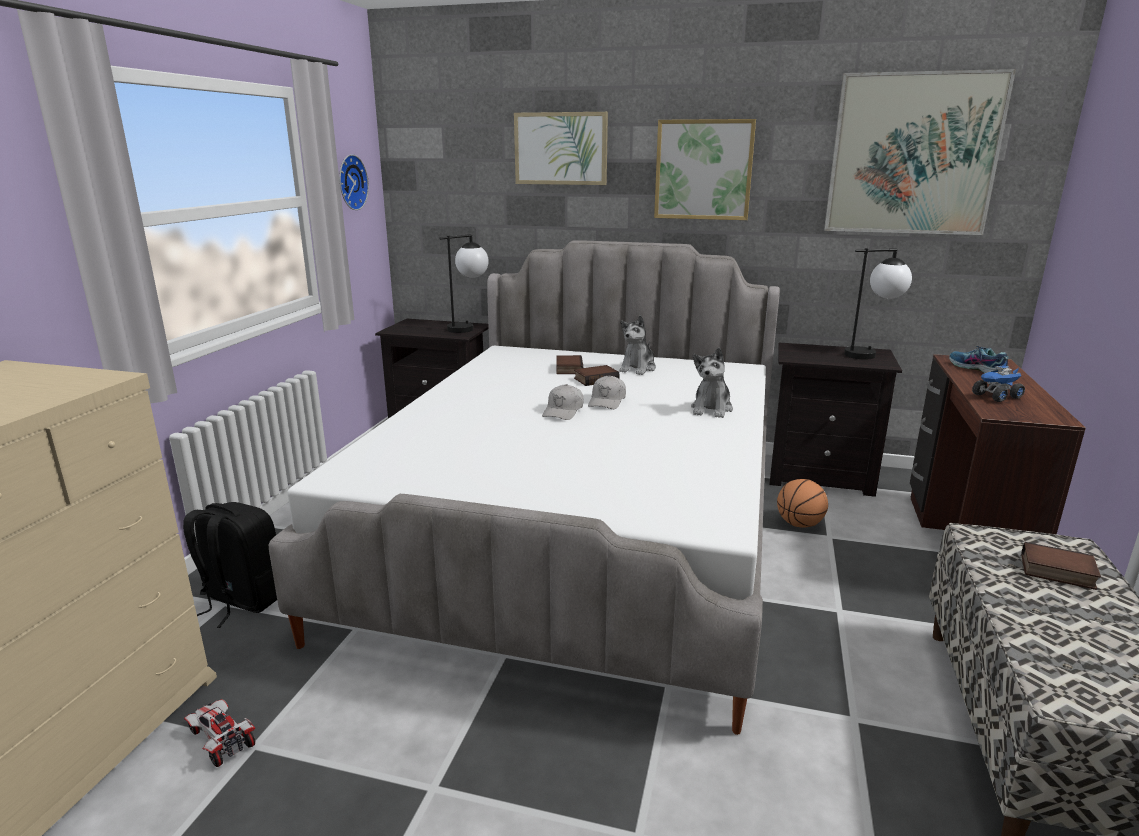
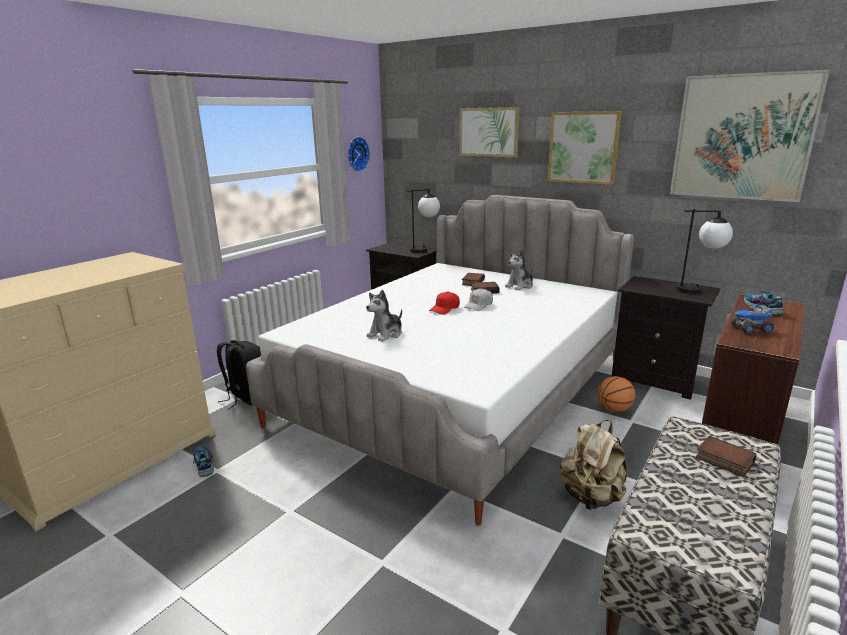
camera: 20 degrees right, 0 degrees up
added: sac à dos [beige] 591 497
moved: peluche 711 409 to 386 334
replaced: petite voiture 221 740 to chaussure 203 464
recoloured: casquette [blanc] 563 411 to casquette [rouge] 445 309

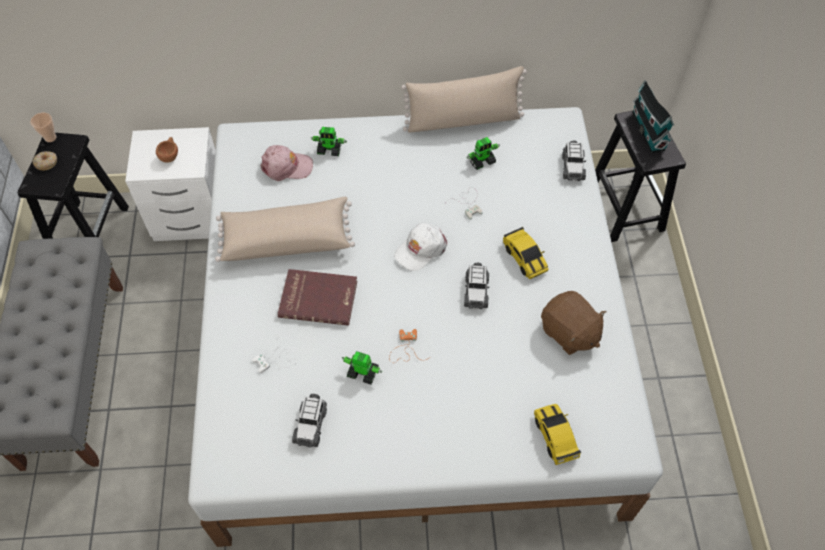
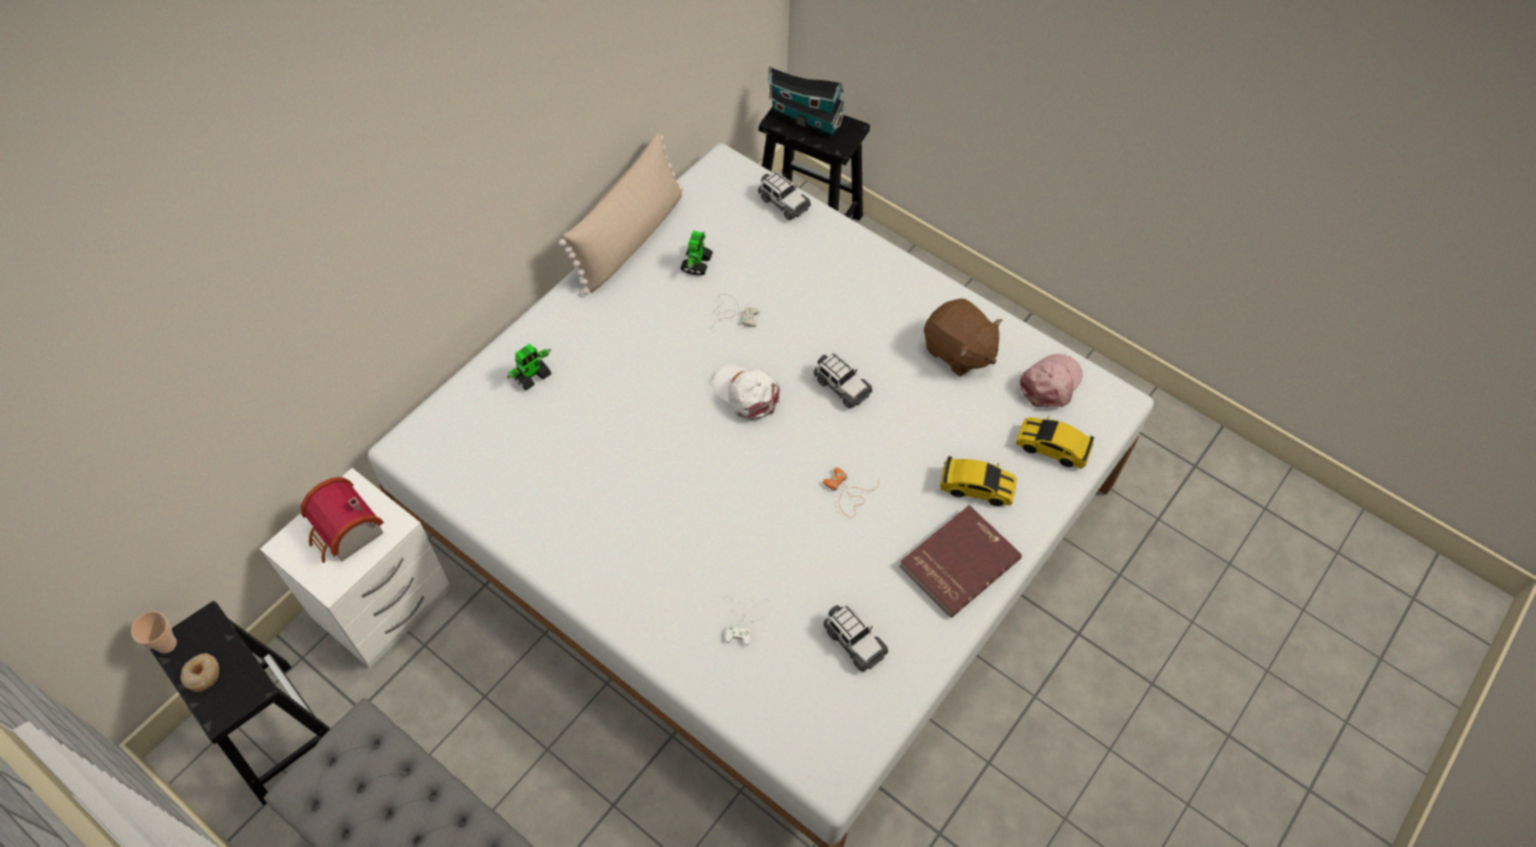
camera: 50 degrees left, 0 degrees up
removed: coussin [beige] 287 239; robot jouet 362 372
moved: casquette [rose] 286 167 to 1050 383; livre [rouge] 318 298 to 958 561; petite voiture 524 258 to 976 487
replaced: tasse [marron] 170 155 to maison miniature 347 534
turned: casquette [blanc] 420 249 = 746 393 135 degrees clockwise; peluche [marron] 569 332 = 958 351 45 degrees clockwise

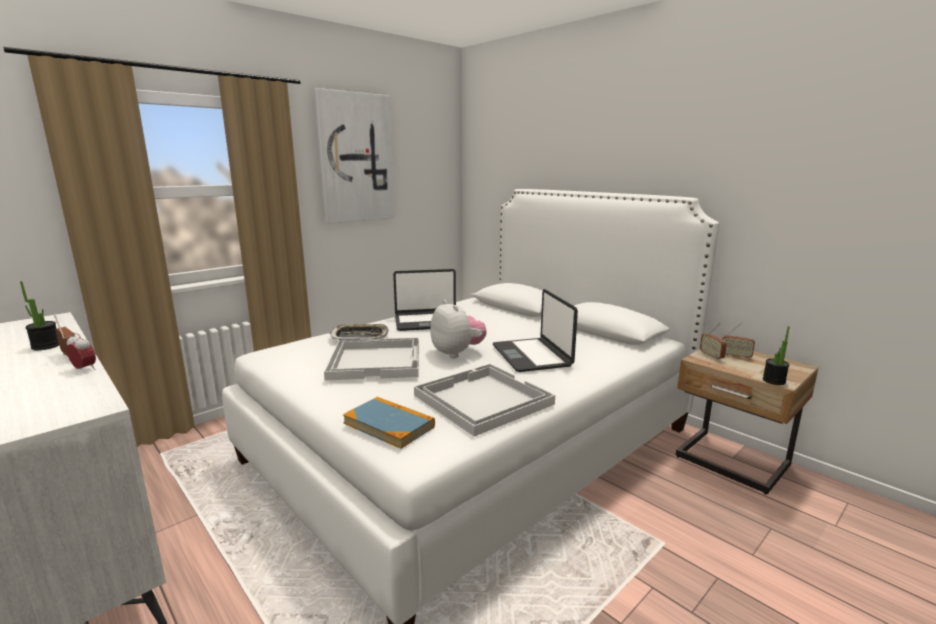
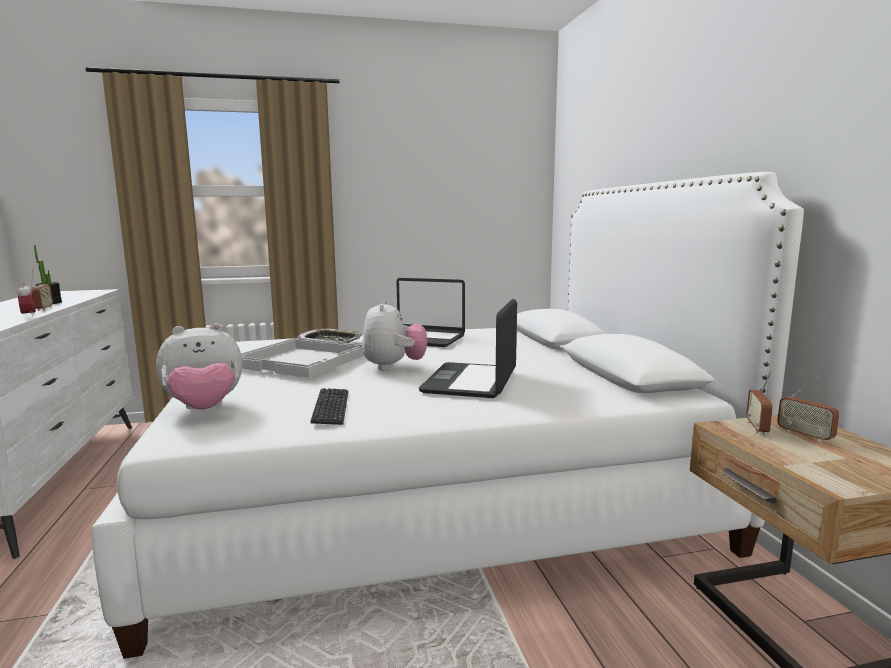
camera: 30 degrees right, 5 degrees down
removed: tableau 356 158; plante en pot 774 381
replaced: livre 389 425 to peluche 204 409; plateau [blanc] 481 399 to clavier 331 408

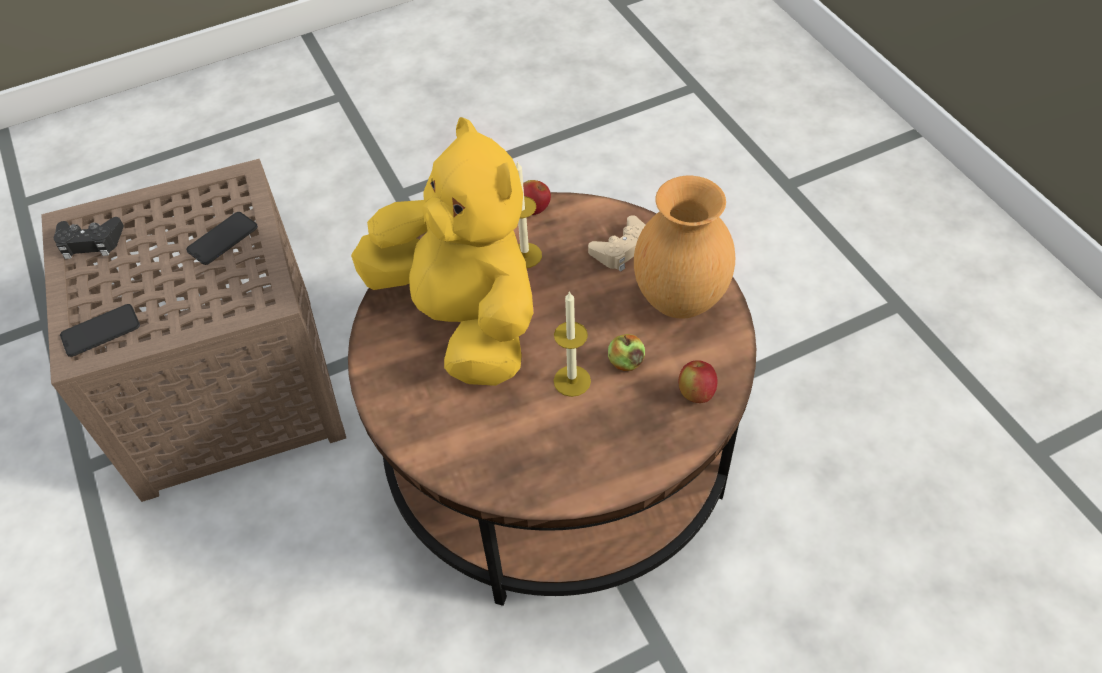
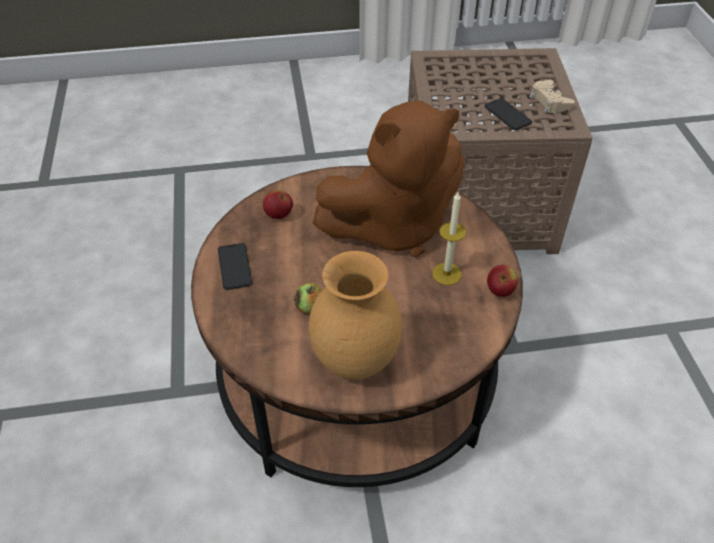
camera: 105 degrees right, 5 degrees down
removed: manette [noir] 90 242; bougie 572 381
moved: téléphone 100 331 to 234 266; manette [beige] 623 249 to 549 101; pomme 696 393 to 279 215
recoloured: peluche [jaune] 463 320 to peluche [marron] 393 226

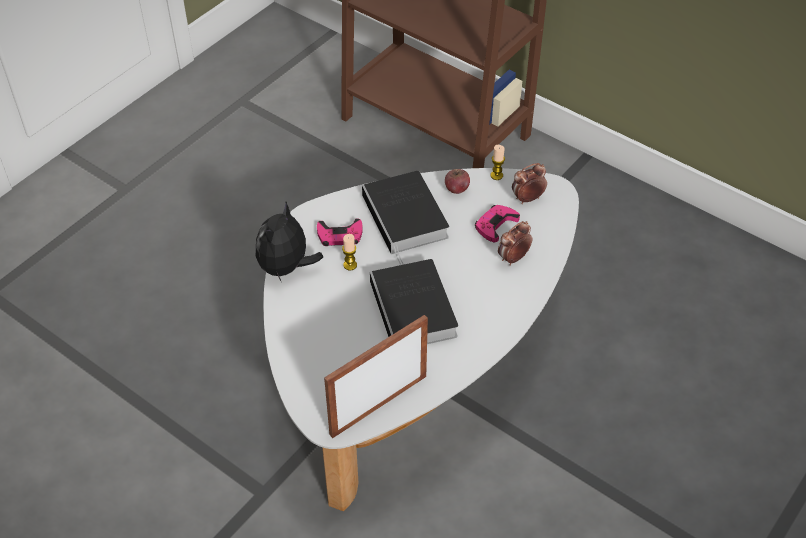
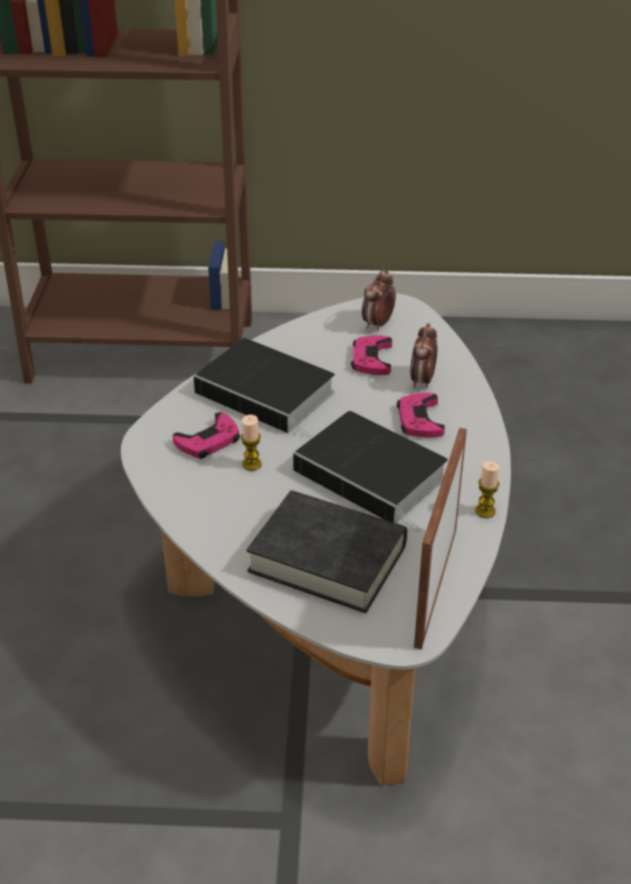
camera: 35 degrees left, 10 degrees down
removed: peluche 286 268; pomme 456 189
added: livre [noir] 327 559; manette [rose] 419 420
moved: bougie 496 175 to 485 511

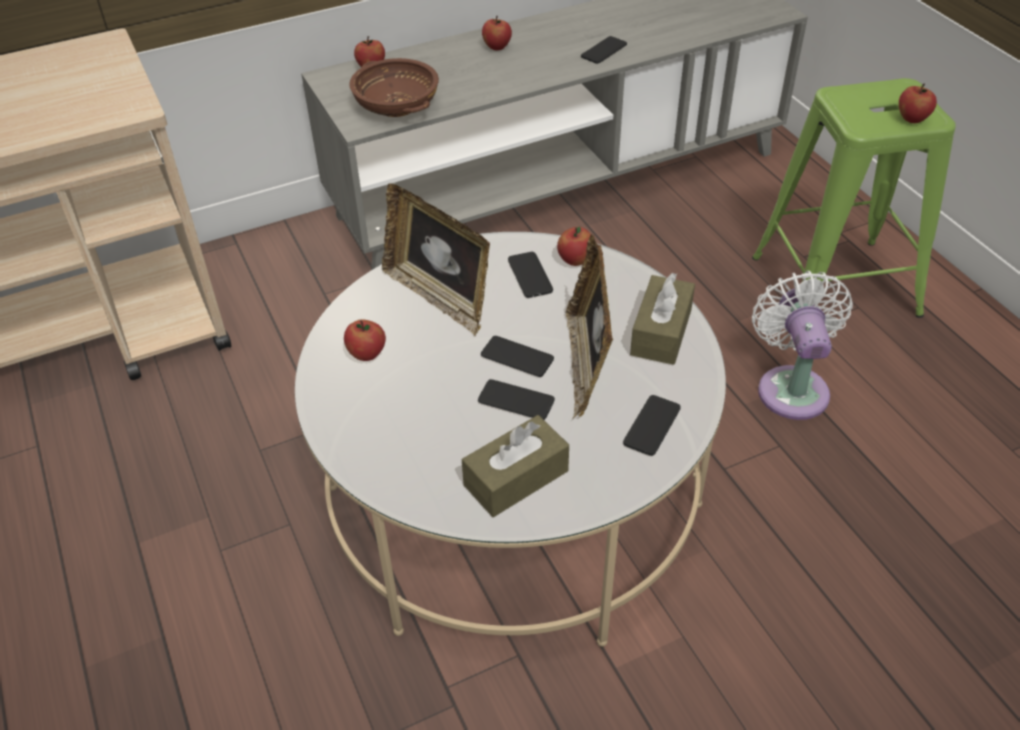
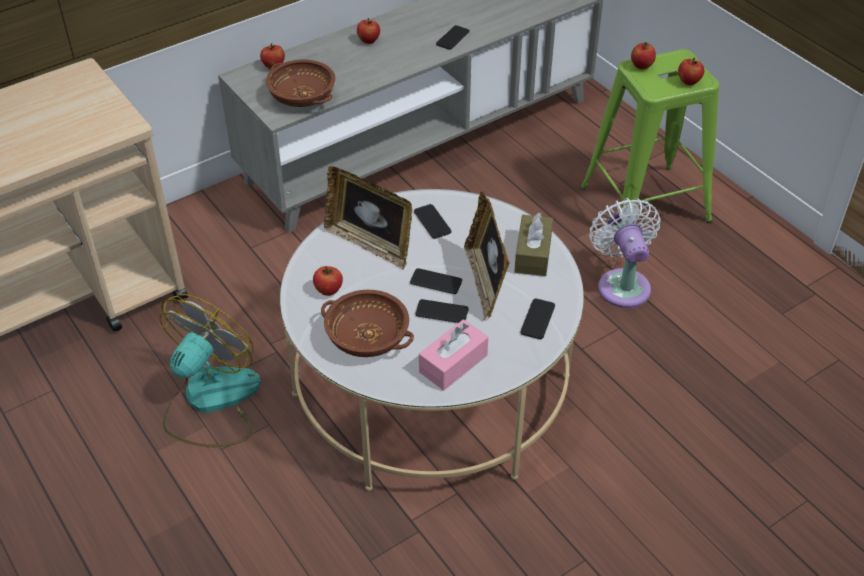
camera: 10 degrees left, 0 degrees up
added: ventilateur 210 402; bol [marron] 366 338
moved: pomme 575 260 to 641 66
recoloured: boîte à mouchoirs [marron] 516 478 to boîte à mouchoirs [rose] 453 363

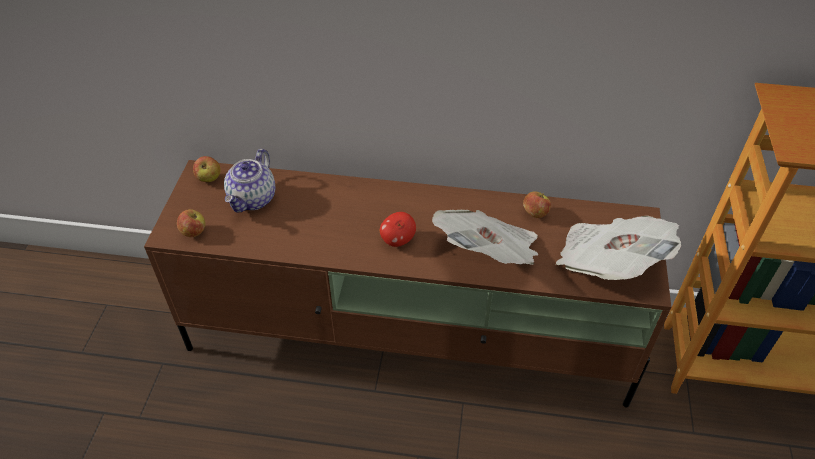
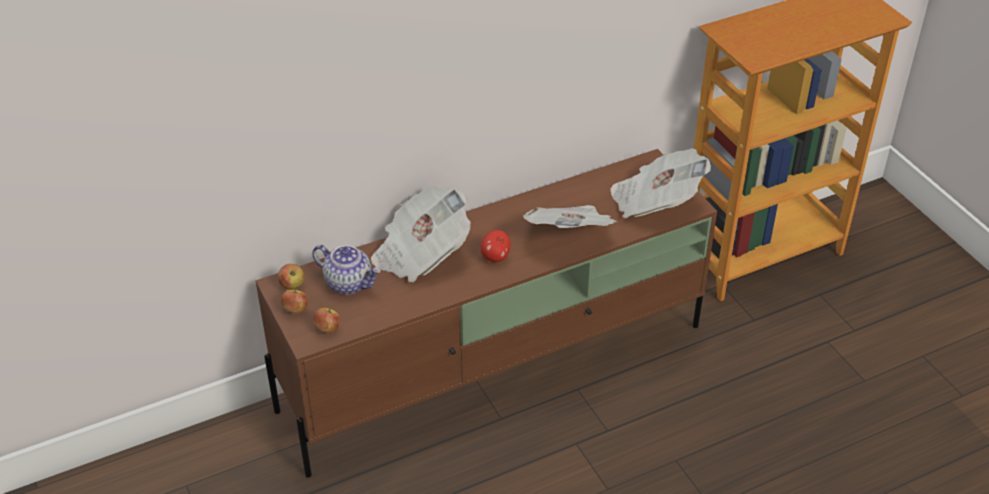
camera: 35 degrees left, 5 degrees down
added: journal 420 253
moved: pomme 535 213 to 295 310
turned: théière 253 199 = 349 283 45 degrees counterclockwise

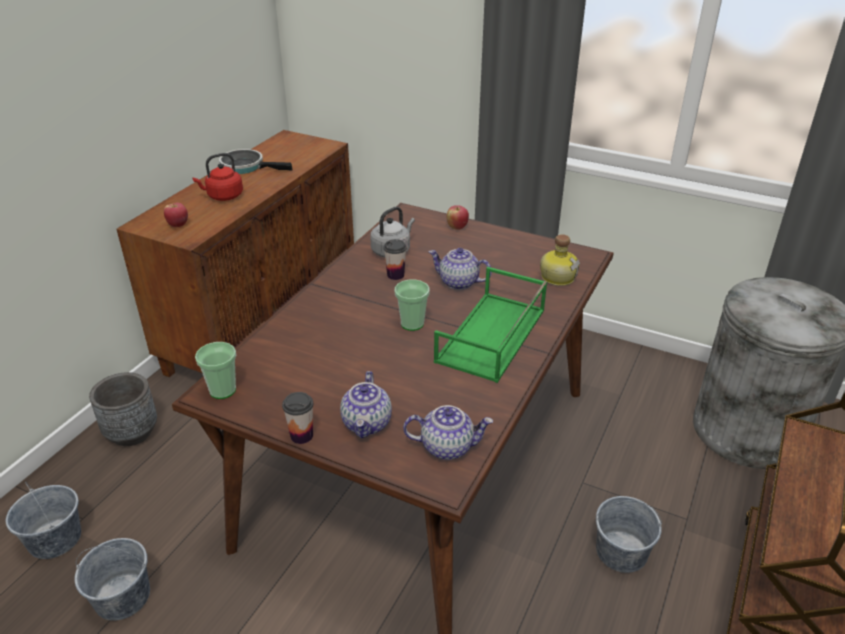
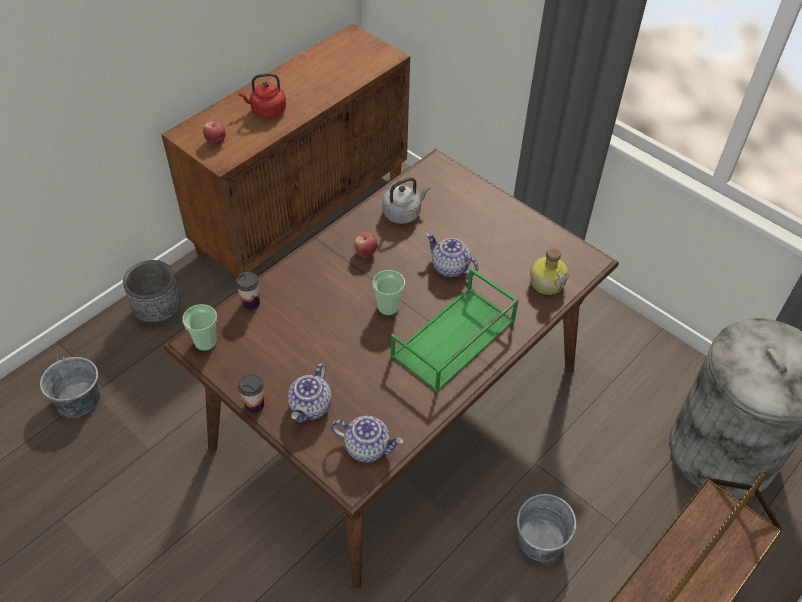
camera: 15 degrees right, 15 degrees up
removed: seau [gris] 123 597; poêle 246 167
moved: tasse 395 275 to 251 303; pomme 457 227 to 365 253

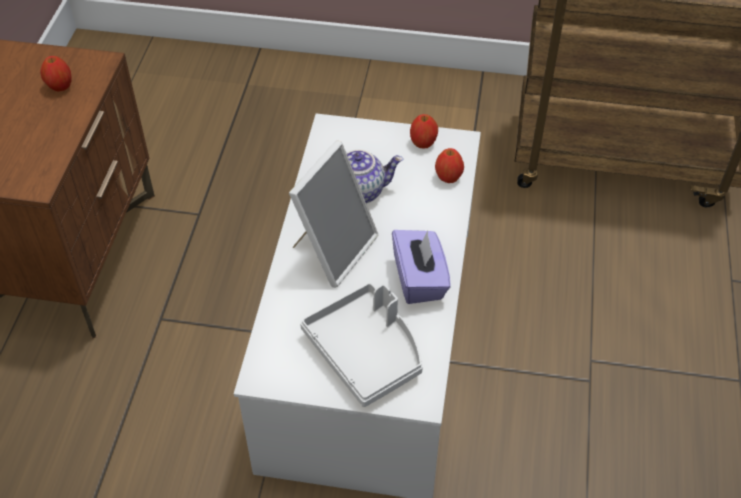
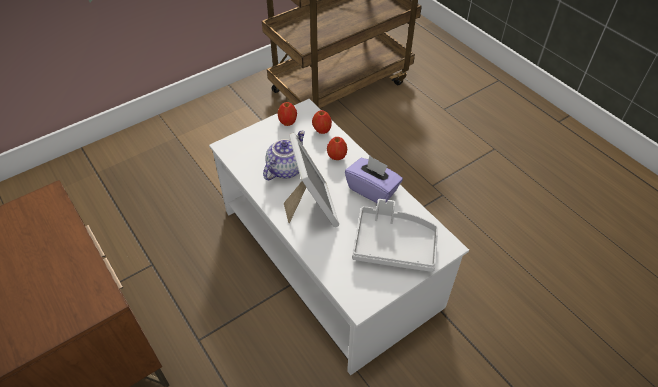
camera: 45 degrees left, 0 degrees up
moved: pomme 60 86 to 336 157

